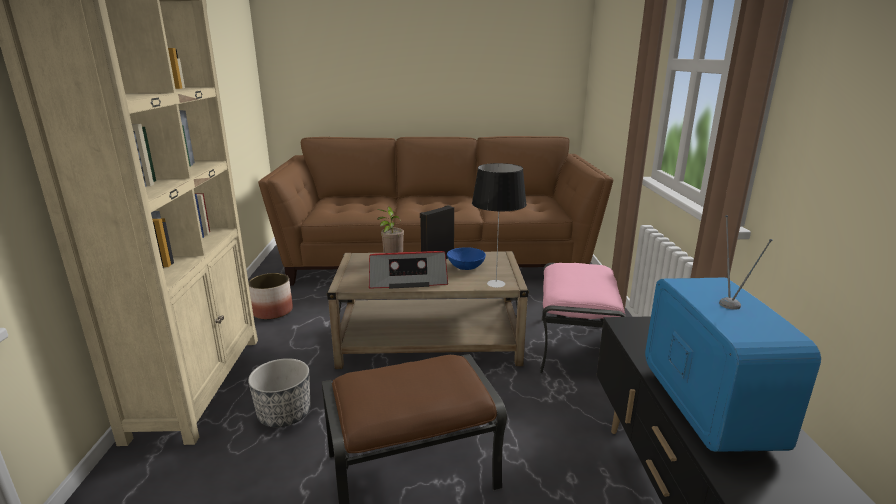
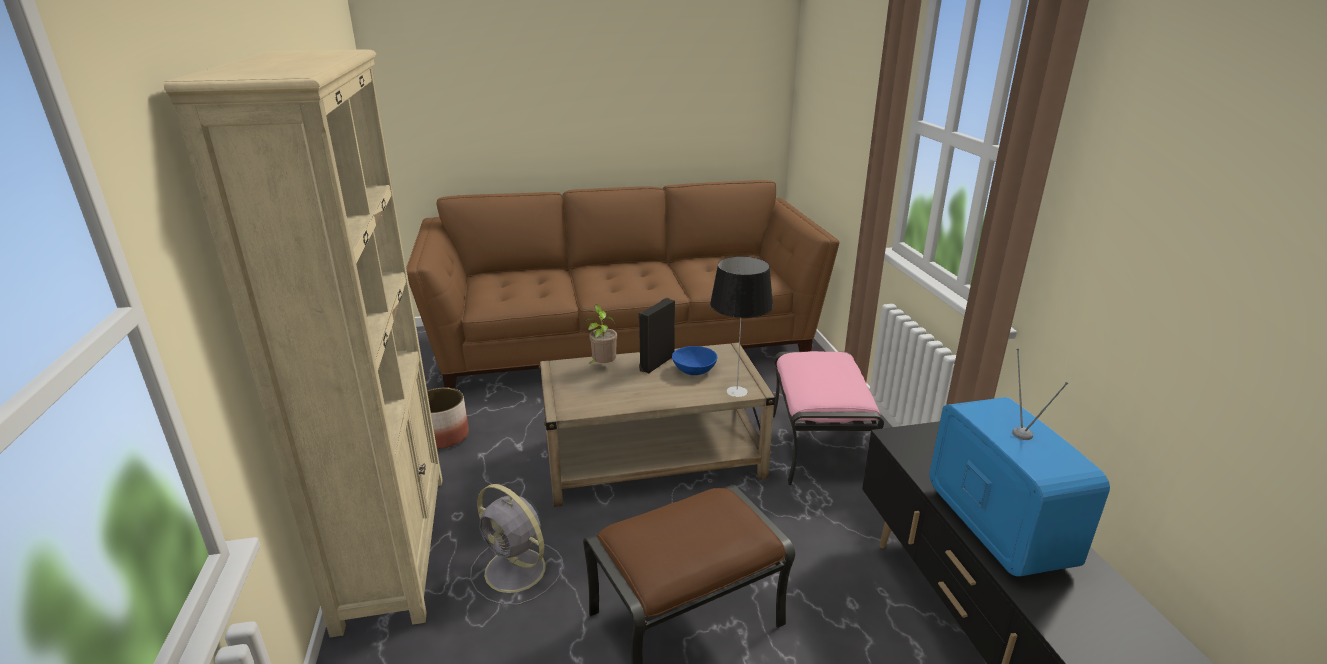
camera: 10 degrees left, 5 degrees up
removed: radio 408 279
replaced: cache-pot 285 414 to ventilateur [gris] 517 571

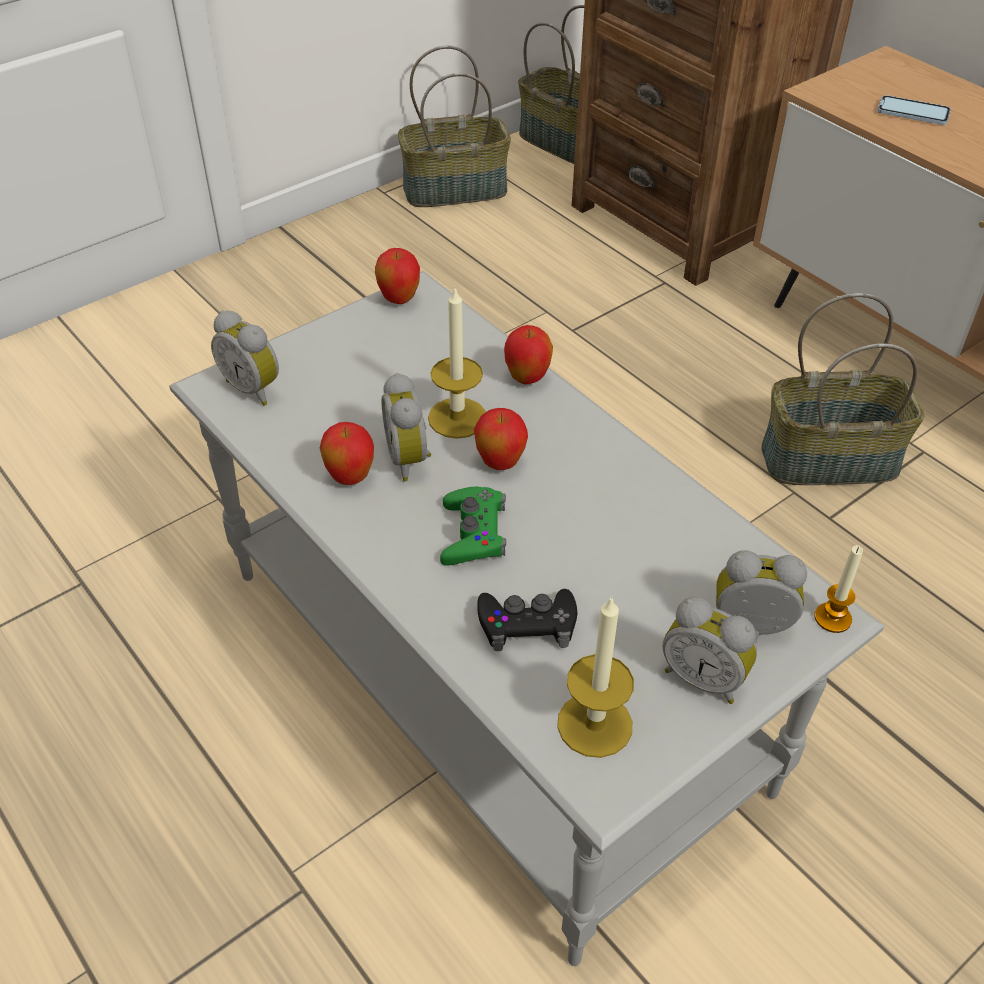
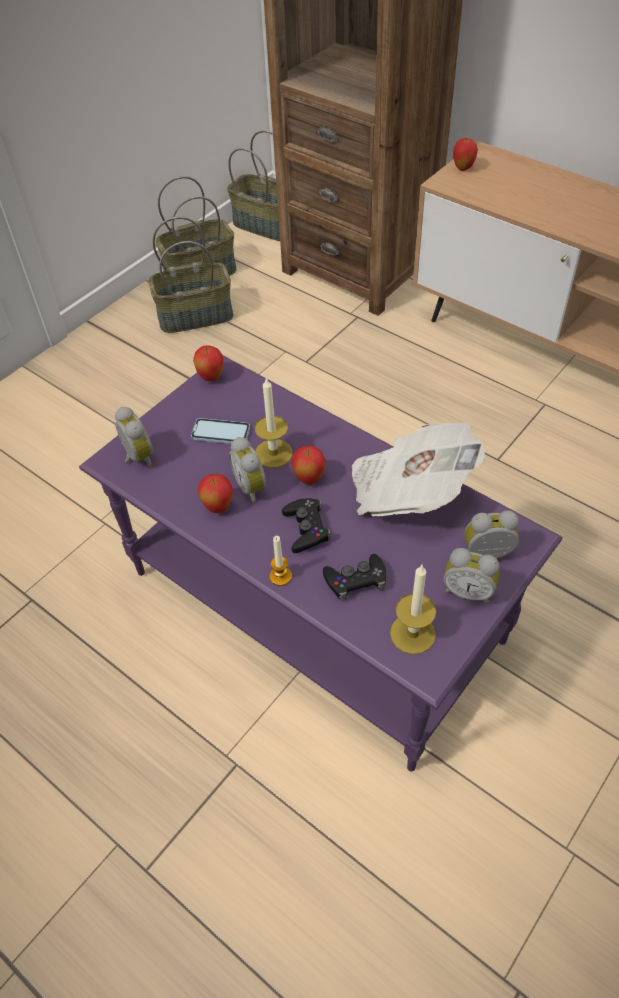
camera: 10 degrees left, 5 degrees up
added: journal 408 490
moved: pomme 527 378 to 463 168; panier 830 458 to 196 315; bougie 832 618 to 280 576; téléphone 913 112 to 221 433
recoloured: table basse [gris] 493 677 to table basse [violet] 317 605; manette [vert] 473 533 to manette [noir] 306 528
turned: réveil 254 388 = 136 458 150 degrees counterclockwise

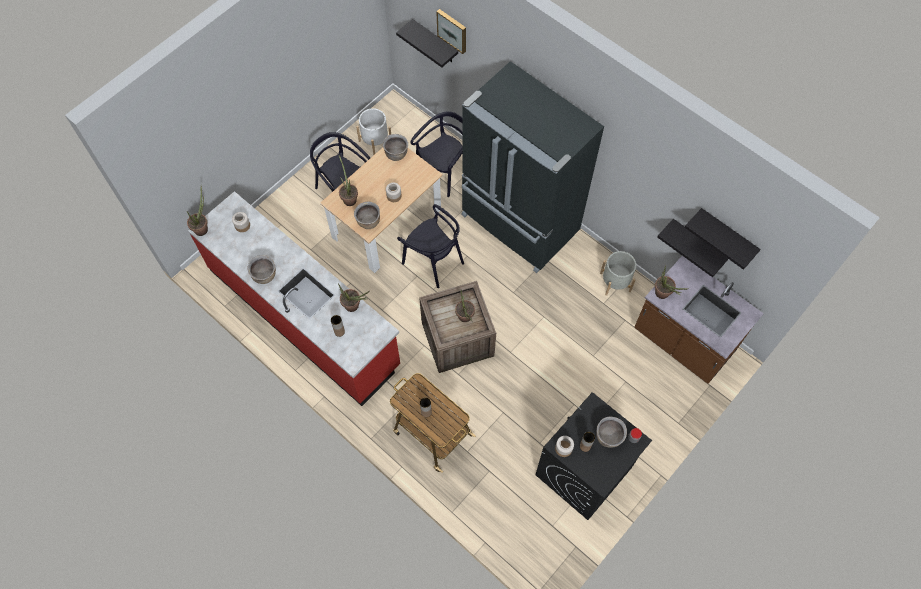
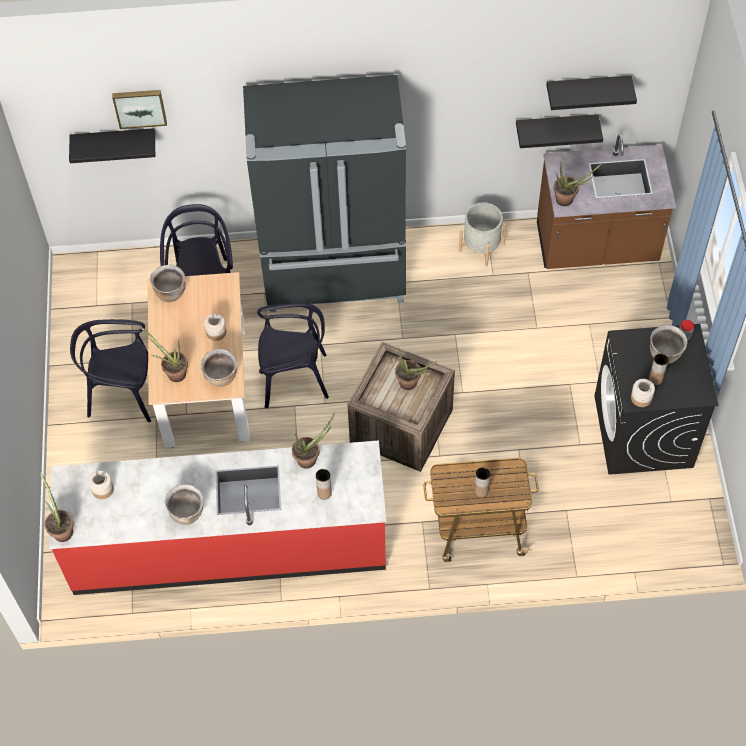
camera: 45 degrees left, 5 degrees down
removed: cache-pot [blanc] 375 141

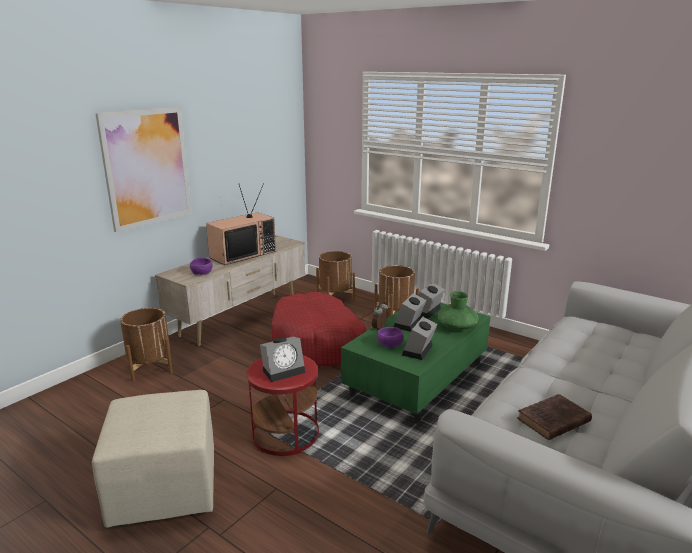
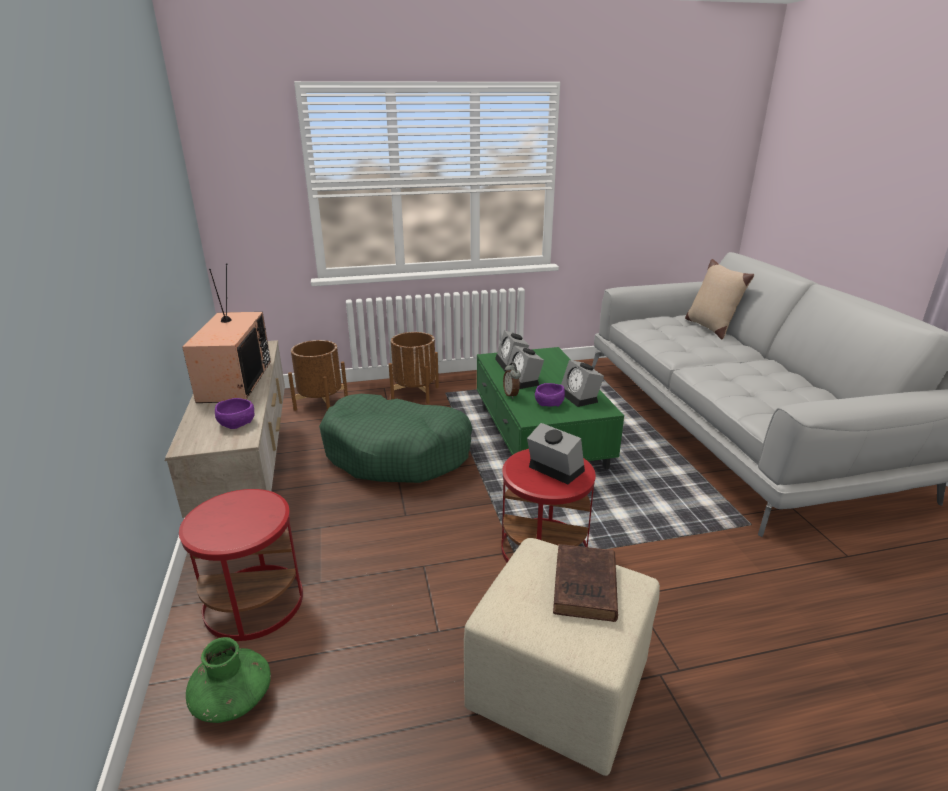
camera: 50 degrees left, 5 degrees up
removed: tableau 147 167
added: coussin [beige] 710 327
moved: vase [vert] 457 327 to 233 698; livre [marron] 552 421 to 585 588
replaced: cache-pot [marron] 150 368 to table d'appoint [rouge] 253 602
recoloured: panier pour chien [rouge] 319 342 to panier pour chien [vert] 397 453
turned: réveil 284 370 = 553 469 60 degrees counterclockwise

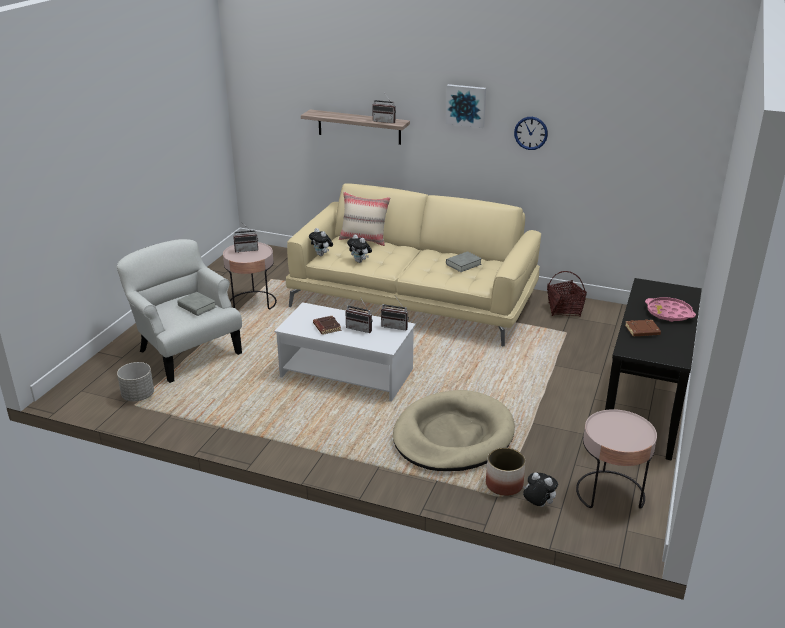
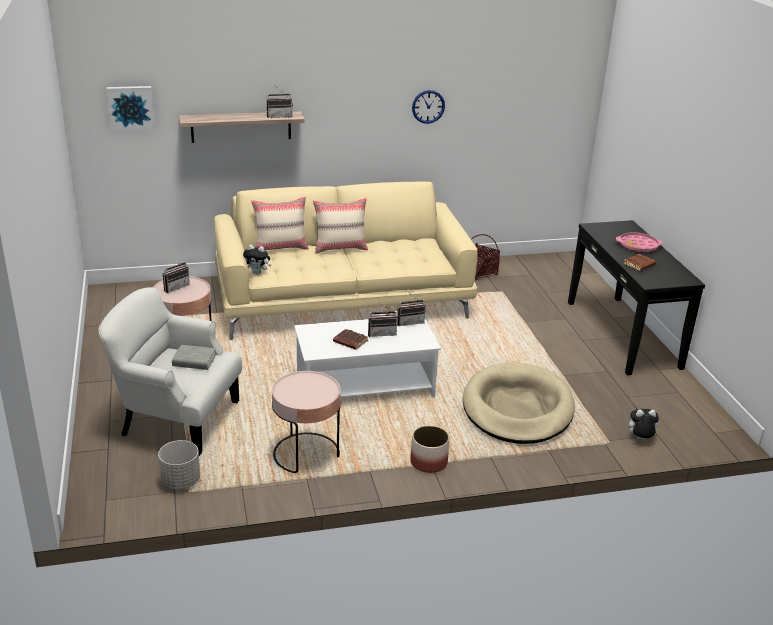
camera: 35 degrees left, 0 degrees up
removed: peluche 360 261; livre [gris] 463 264
added: coussin [beige] 340 248
moved: tableau 466 105 to 131 107; cache-pot 504 484 to 429 462; table d'appoint [rose] 610 493 to 306 453

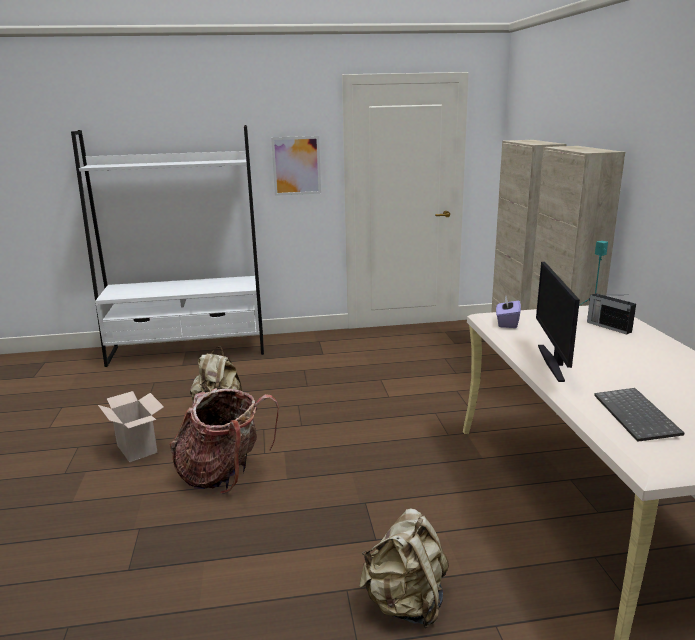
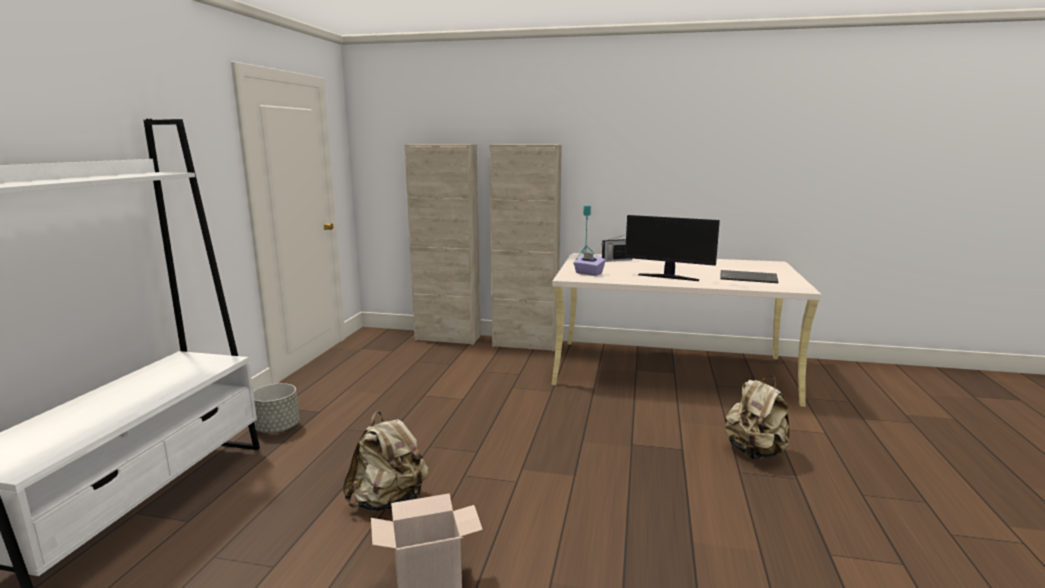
camera: 70 degrees left, 5 degrees down
removed: sac à dos 224 474; tableau 296 165
added: cache-pot [gris] 277 428

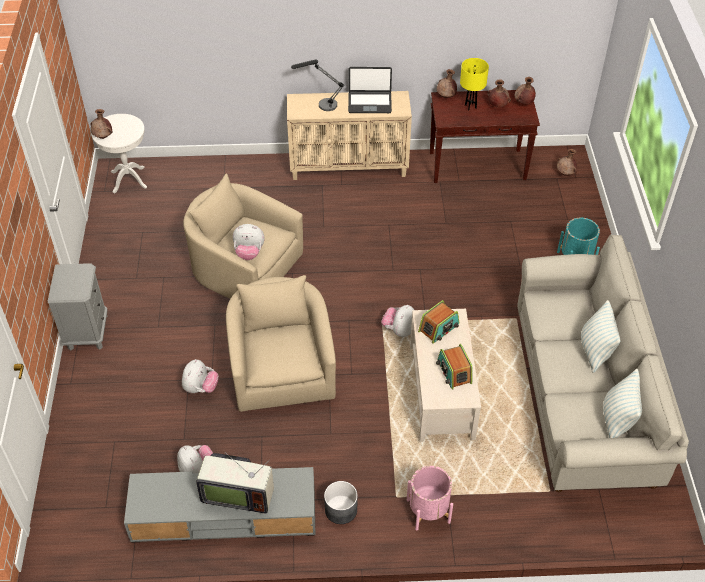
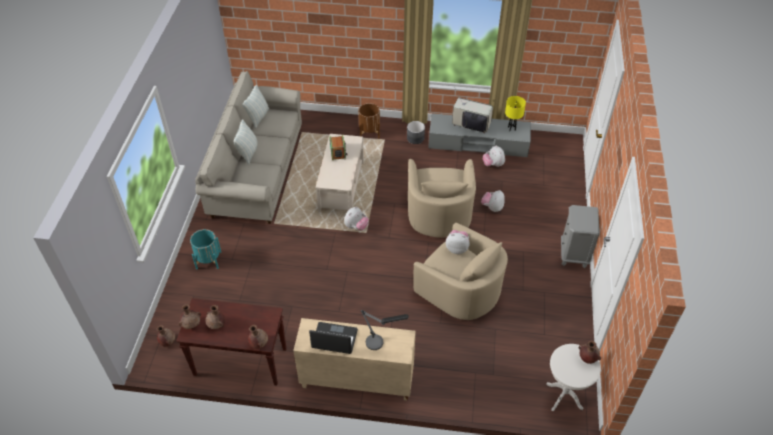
camera: 170 degrees left, 0 degrees up
removed: radio 439 328
moved: lampe de table [jaune] 470 107 to 511 128
recoloured: cache-pot [rose] 428 511 to cache-pot [marron] 369 132

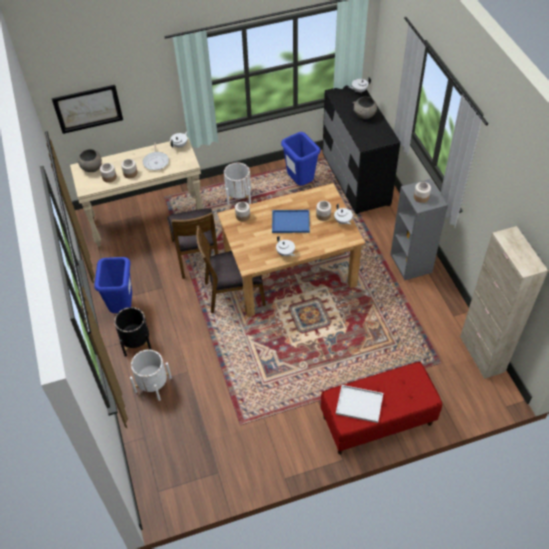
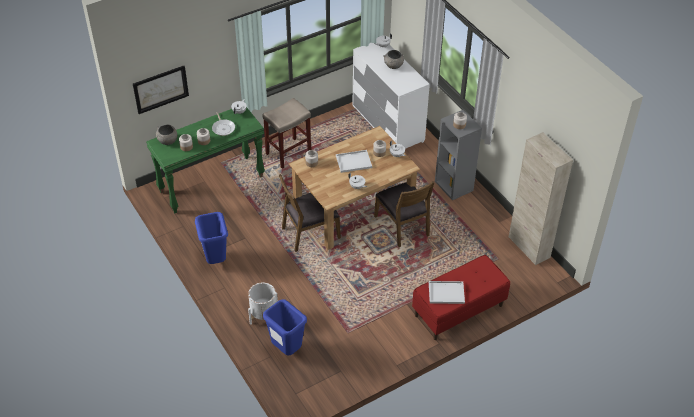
camera: 15 degrees left, 5 degrees down
removed: cache-pot [noir] 136 342
moved: chaise [marron] 197 255 to 402 226; poubelle [bleu] 300 182 to 286 349
replaced: cache-pot [blanc] 238 196 to tabouret [beige] 288 153
recoloured: table console [beige] 147 219 to table console [vert] 211 184; plateau [bleu] 291 221 to plateau [blanc] 354 161; commode [noir] 355 179 to commode [blanc] 388 124

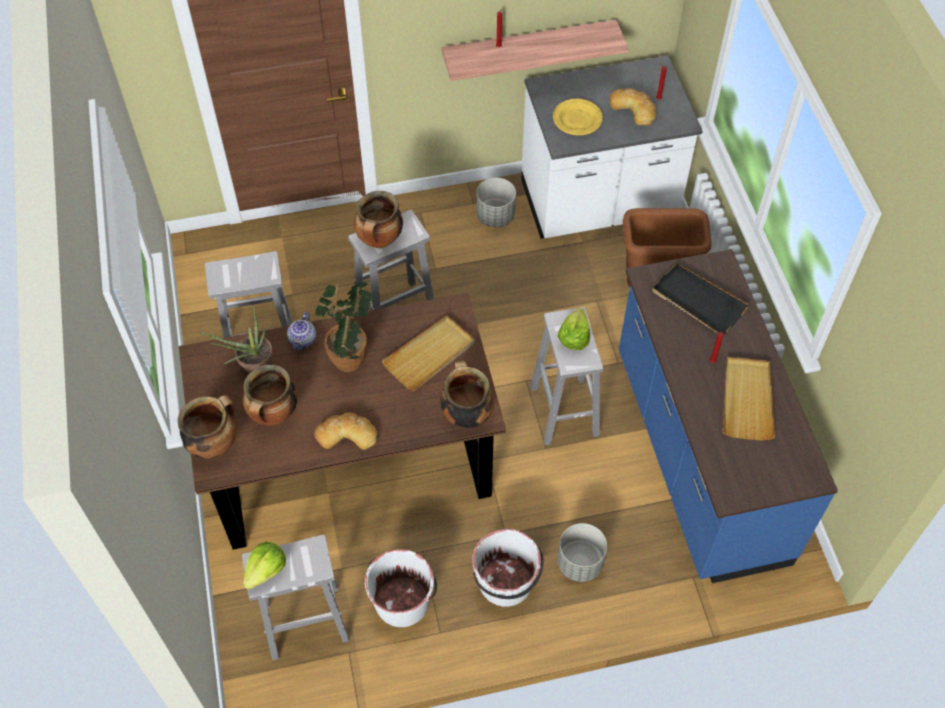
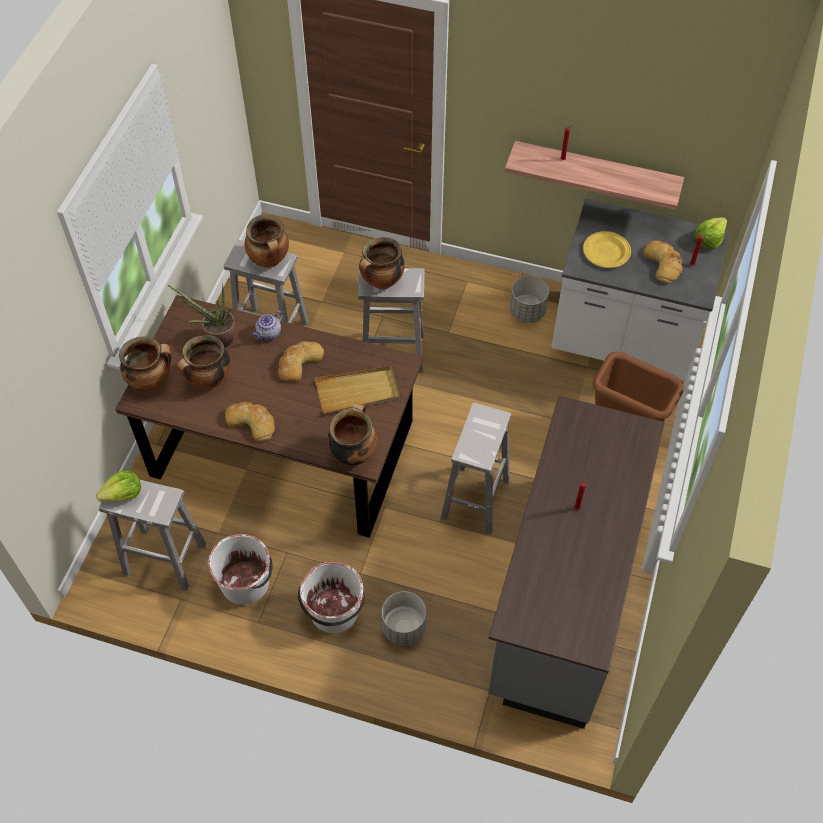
camera: 30 degrees right, 0 degrees up
removed: plateau [noir] 698 301; plateau [beige] 747 400
added: marmite 270 261
moved: laitue 574 337 to 708 239
replaced: plante en pot 352 355 to pain 298 363
recoloured: comptoir de cuisine [bleu] 697 457 to comptoir de cuisine [gris] 563 595

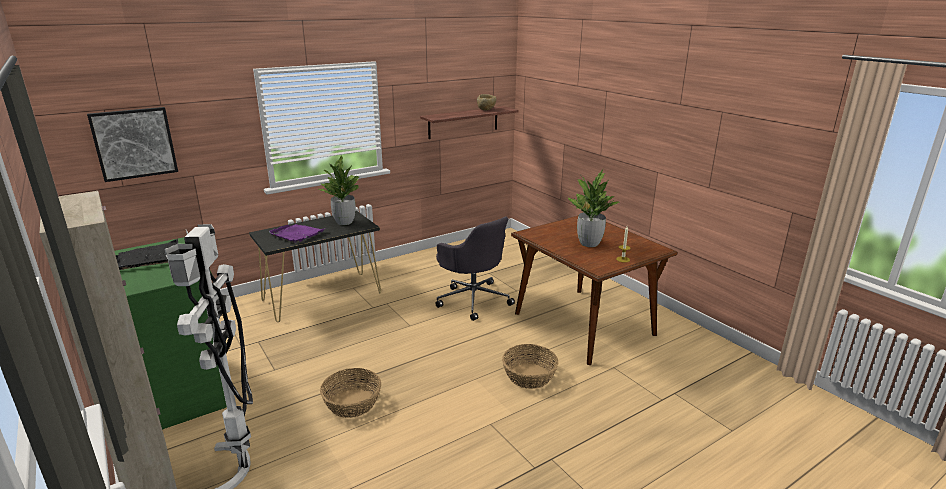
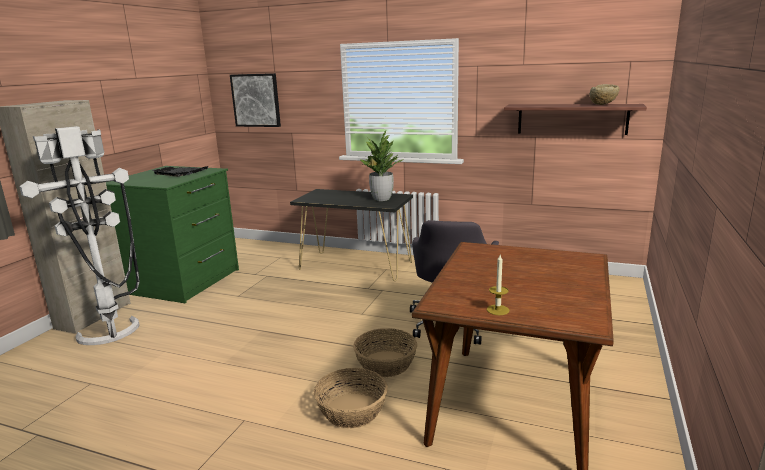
camera: 55 degrees right, 5 degrees down
removed: plateau [violet] 297 234; plante en pot 589 244
moved: panier 352 403 to 386 363

